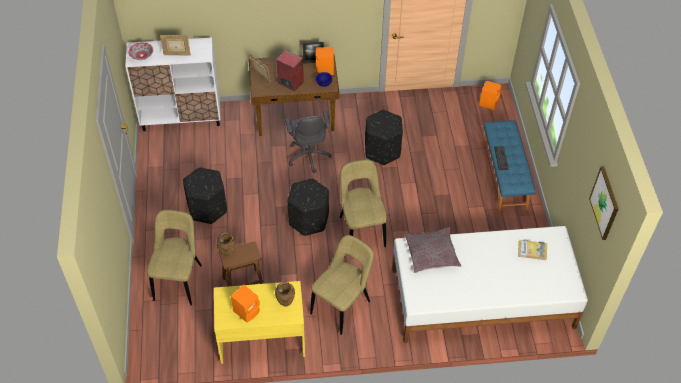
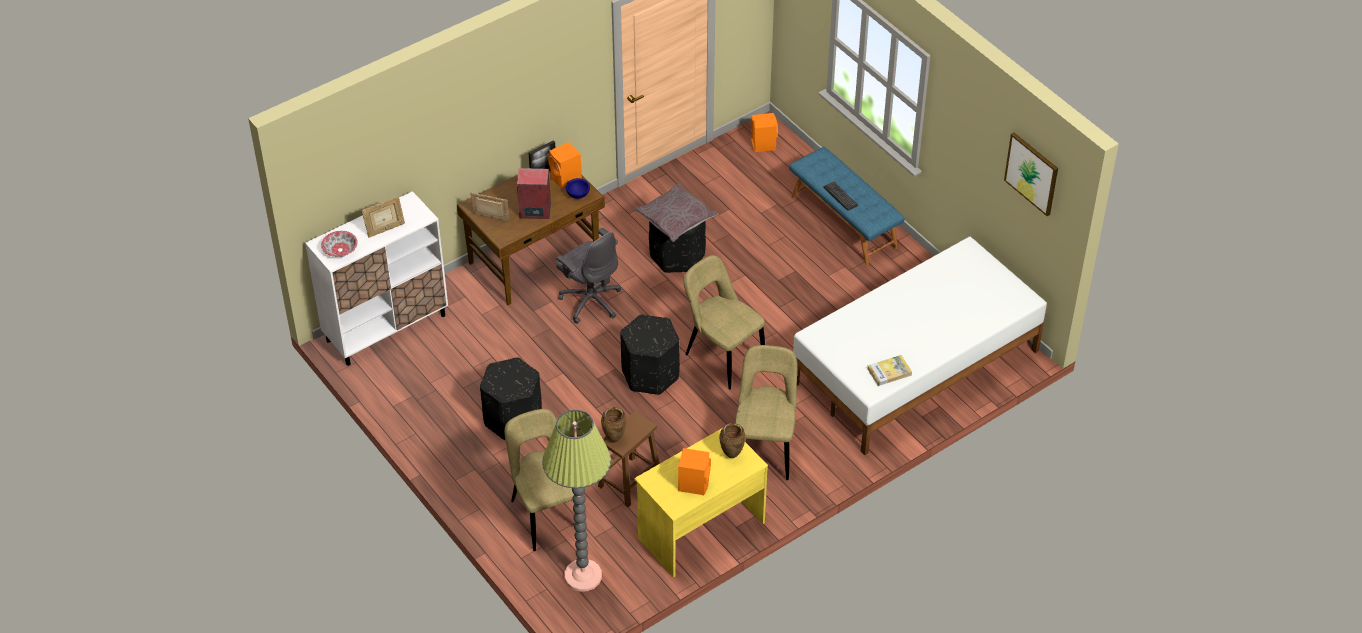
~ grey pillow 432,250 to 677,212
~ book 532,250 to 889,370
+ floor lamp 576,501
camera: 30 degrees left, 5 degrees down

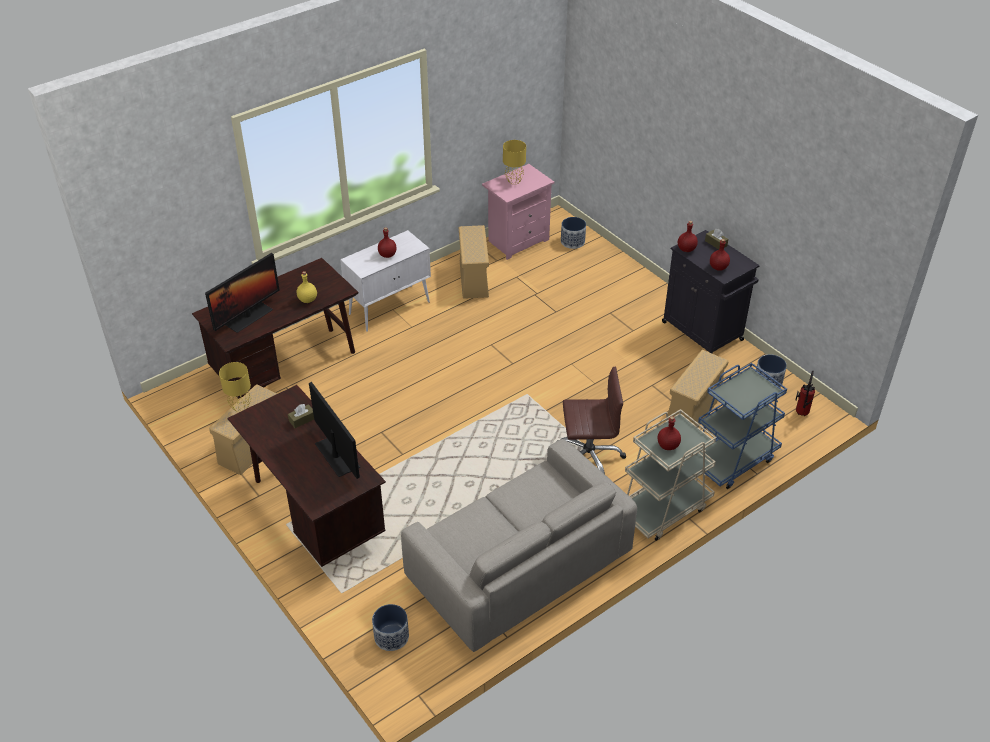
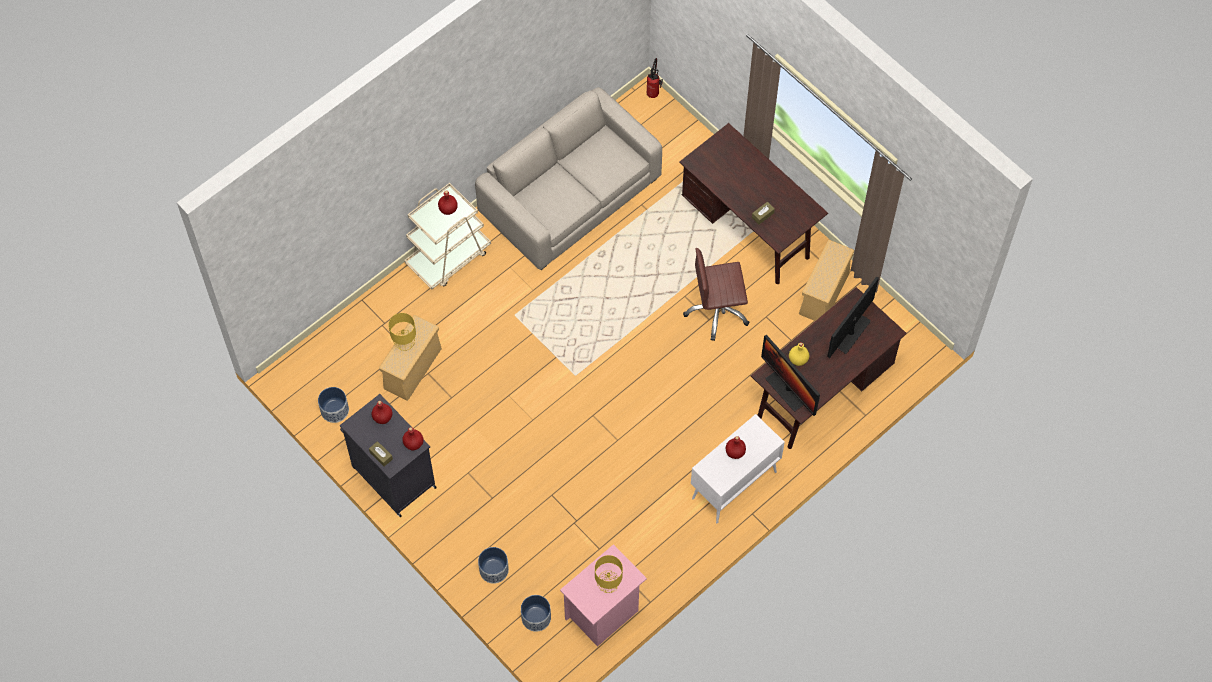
~ yellow table lamp 235,387 to 402,332
~ monitor 334,430 to 790,375
~ planter 390,627 to 493,565
- beige storage box 474,262
~ brown office chair 591,420 to 716,294
- blue cart 742,426
~ fire extinguisher 805,393 to 655,78
camera: 175 degrees right, 20 degrees up

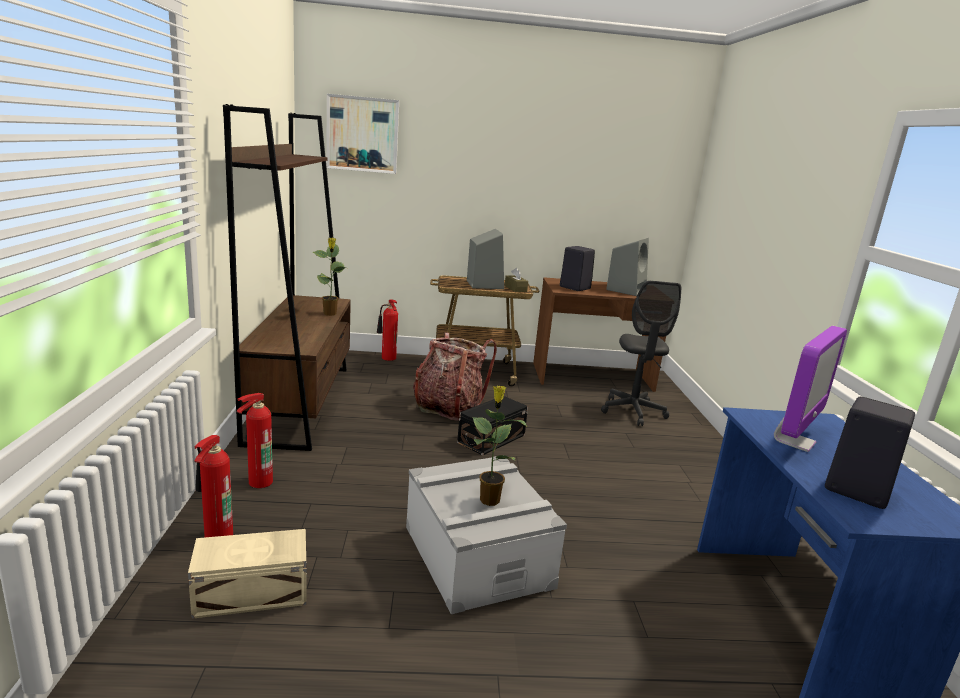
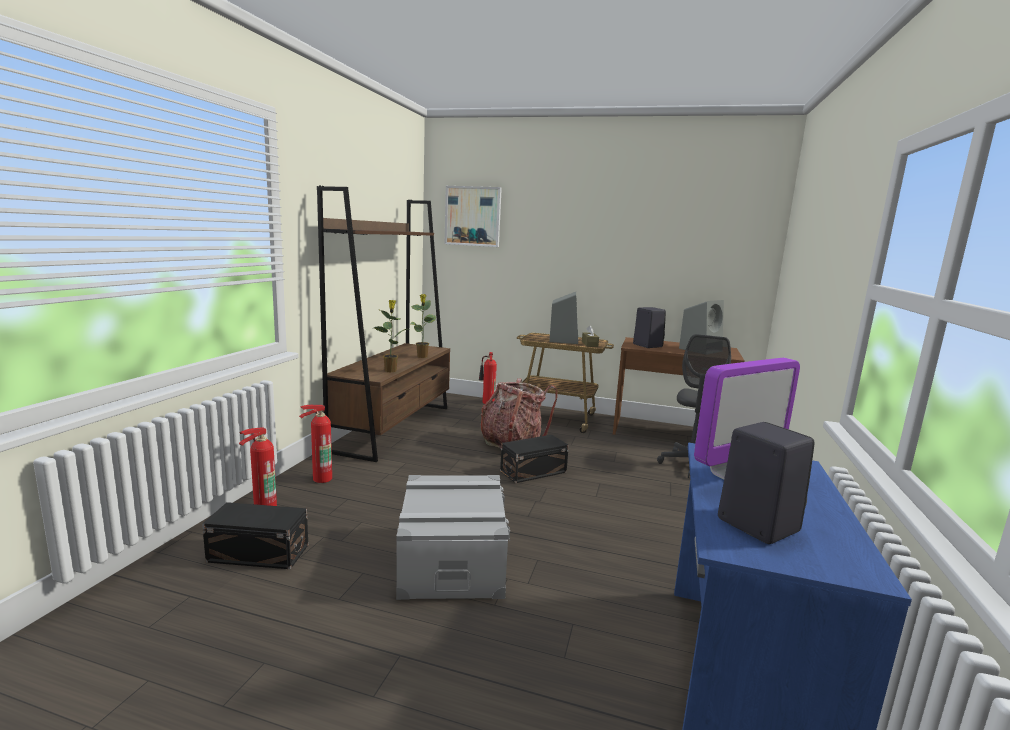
~ beige storage box 247,574 to black storage box 255,535
~ potted plant 499,445 to 392,336
camera: 20 degrees right, 5 degrees down

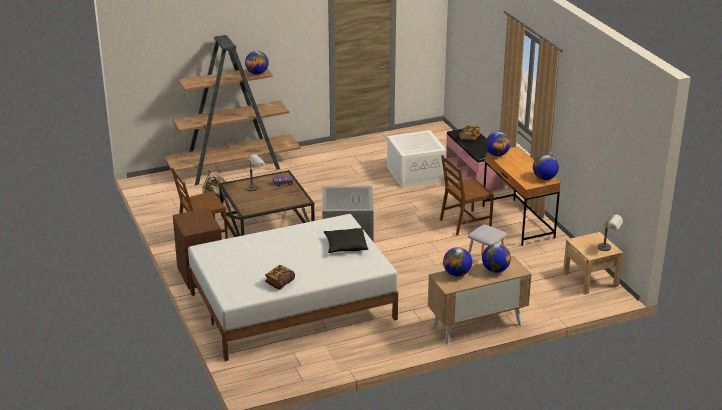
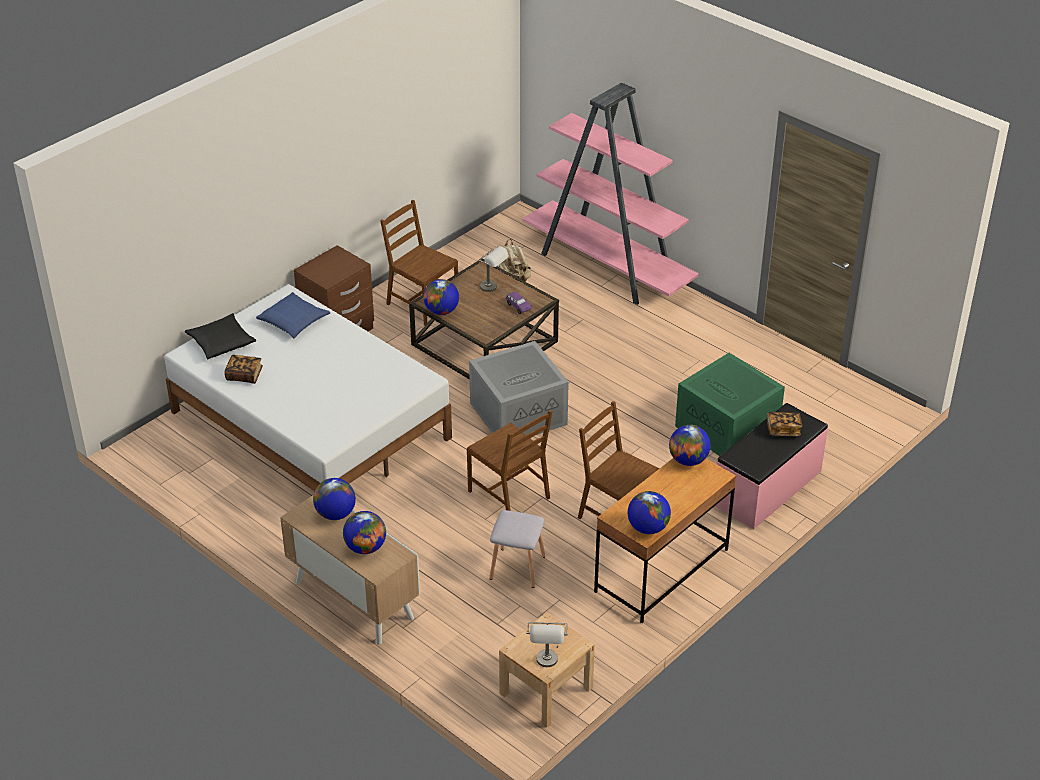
~ brown bookcase 232,110 to pink bookcase 610,193
~ globe 257,63 to 441,297
~ black pillow 346,240 to 220,336
~ white storage box 416,158 to green storage box 730,404
+ blue pillow 293,315
+ brown chair 510,460
camera: 65 degrees right, 10 degrees up

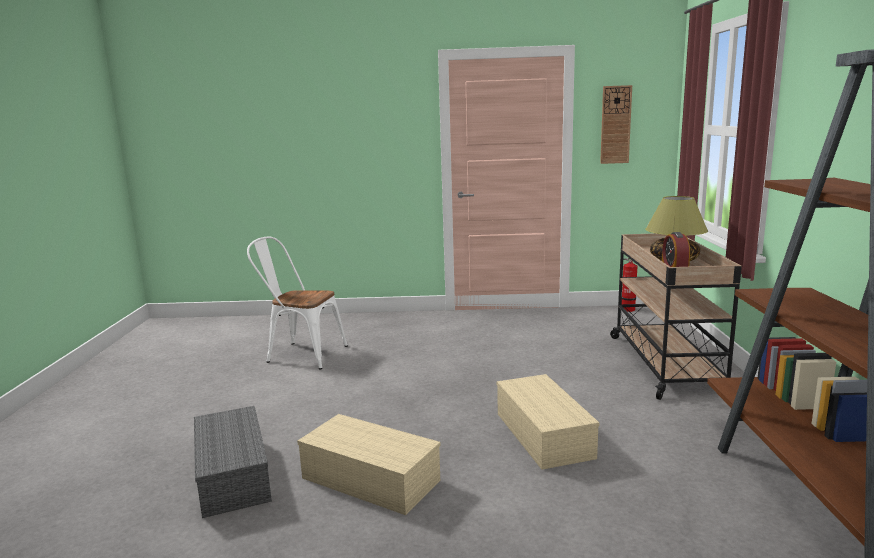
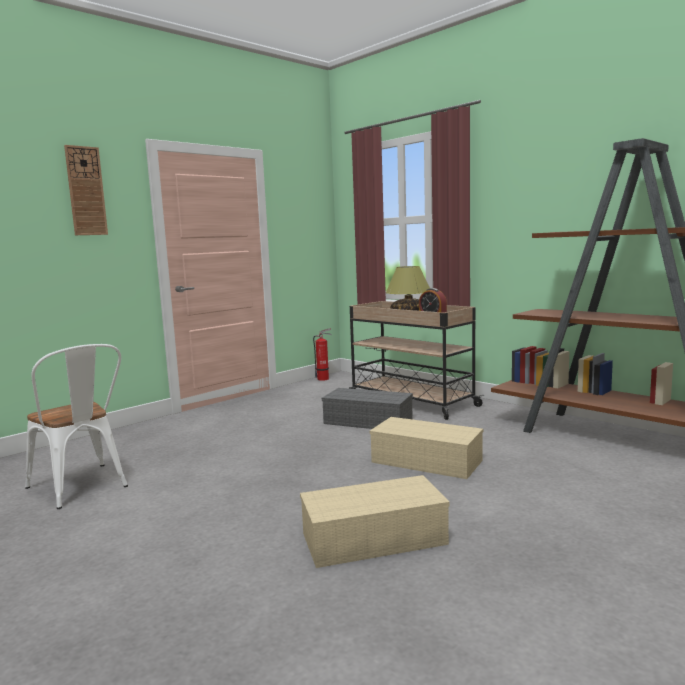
~ grey storage box 233,462 to 367,408
~ white chair 297,303 = 76,426 105 degrees counterclockwise
~ wall clock 616,124 to 86,190
camera: 45 degrees left, 5 degrees down

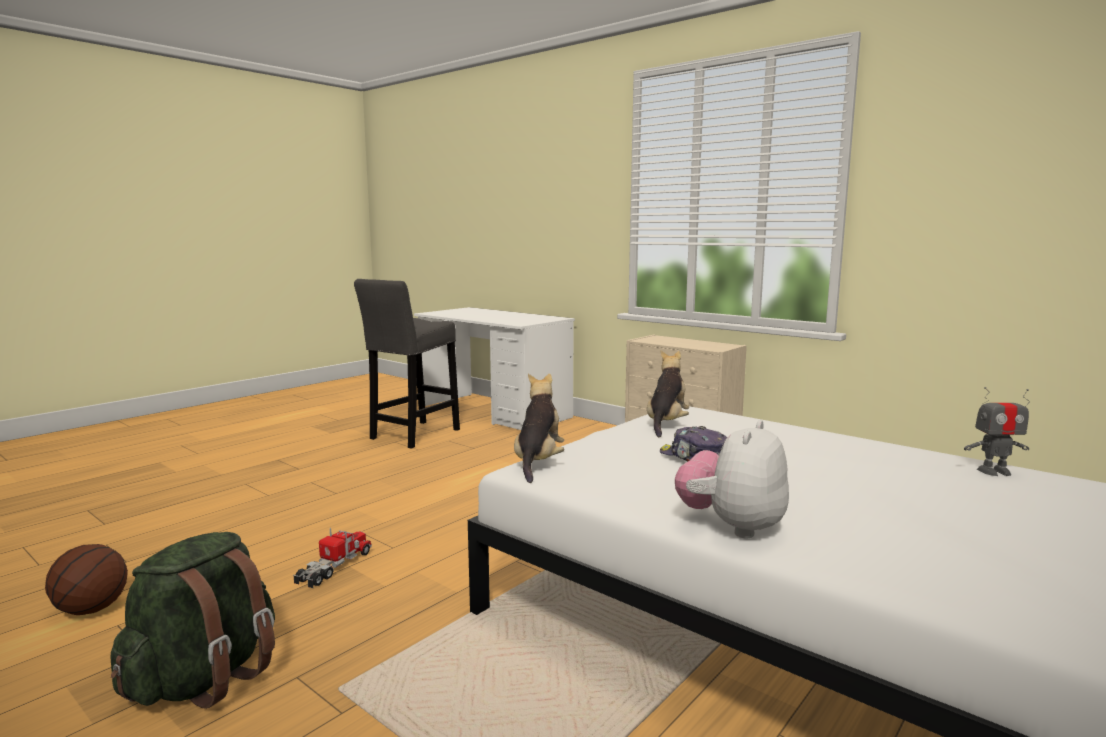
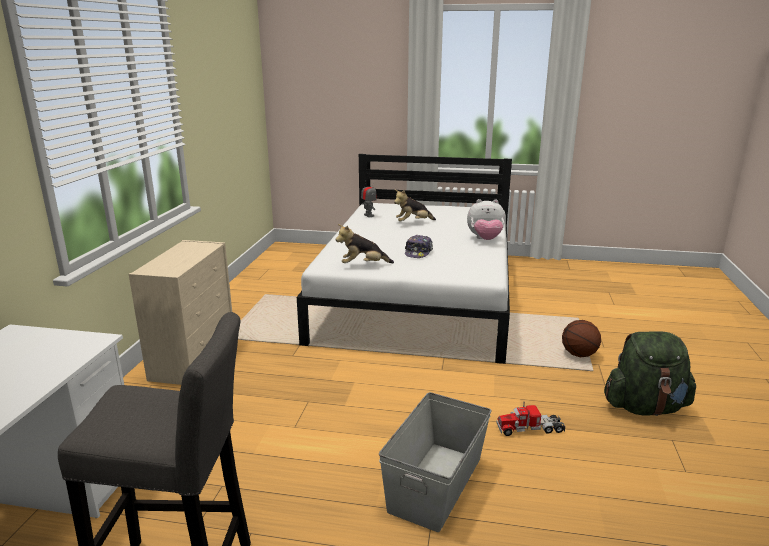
~ basketball 86,579 to 581,338
~ plush toy 539,428 to 415,205
+ grey storage box 435,462
camera: 120 degrees left, 10 degrees up

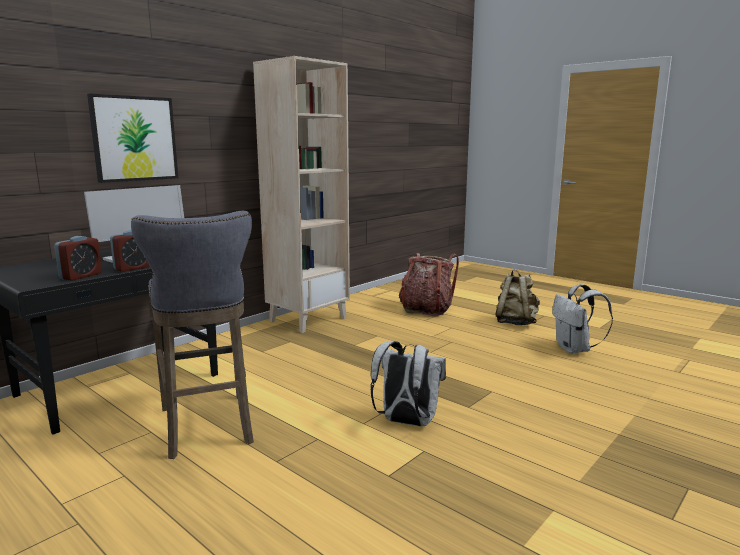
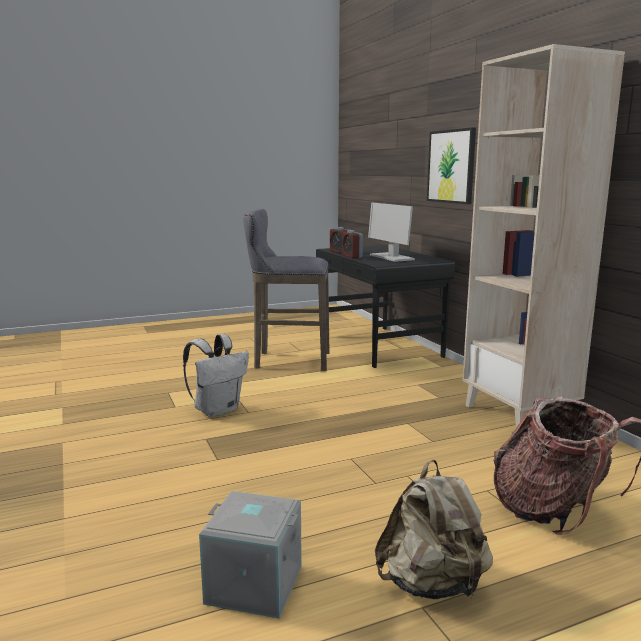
~ white backpack 582,318 to grey storage box 250,555
camera: 115 degrees right, 0 degrees up

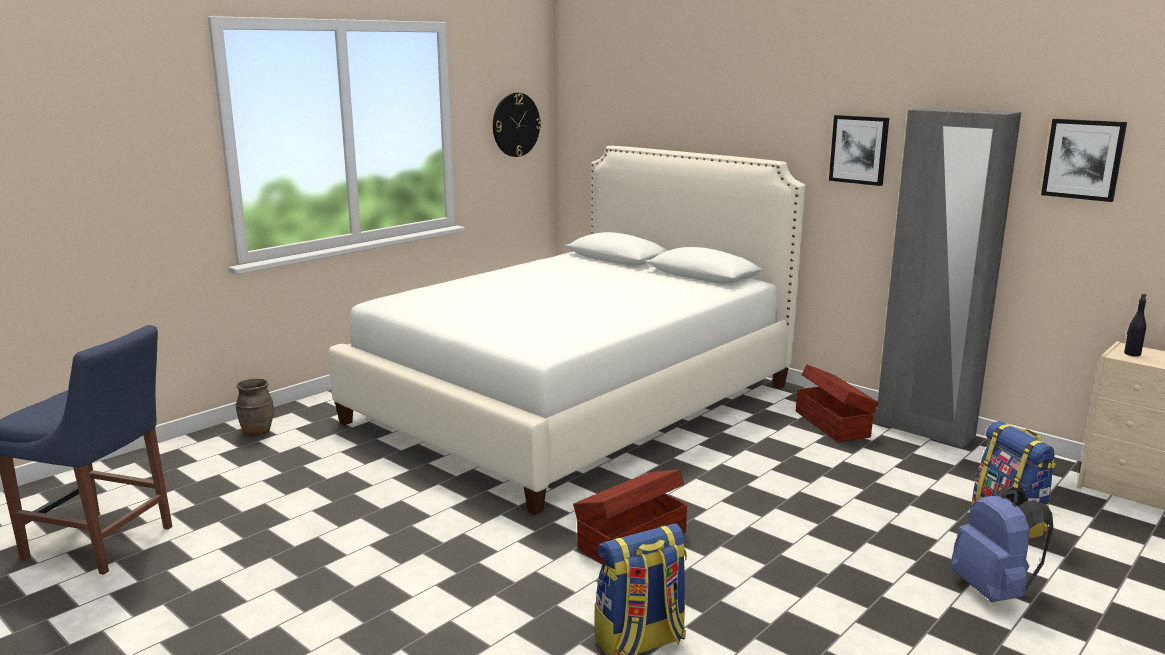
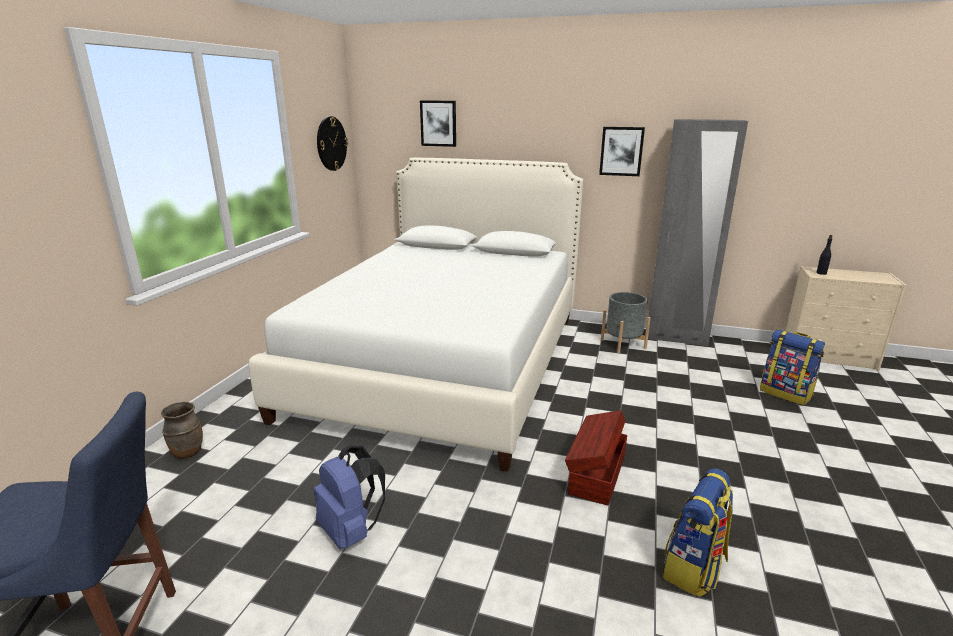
~ brown storage box 837,403 to grey planter 626,322
~ blue backpack 1002,544 to 349,497
~ picture 1084,160 to 438,124
camera: 25 degrees left, 5 degrees up

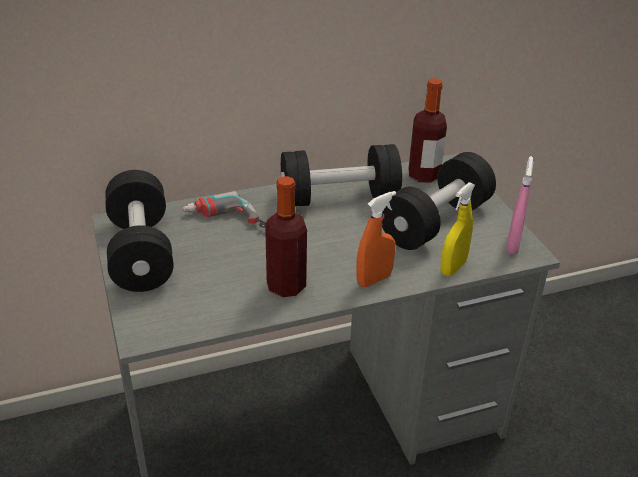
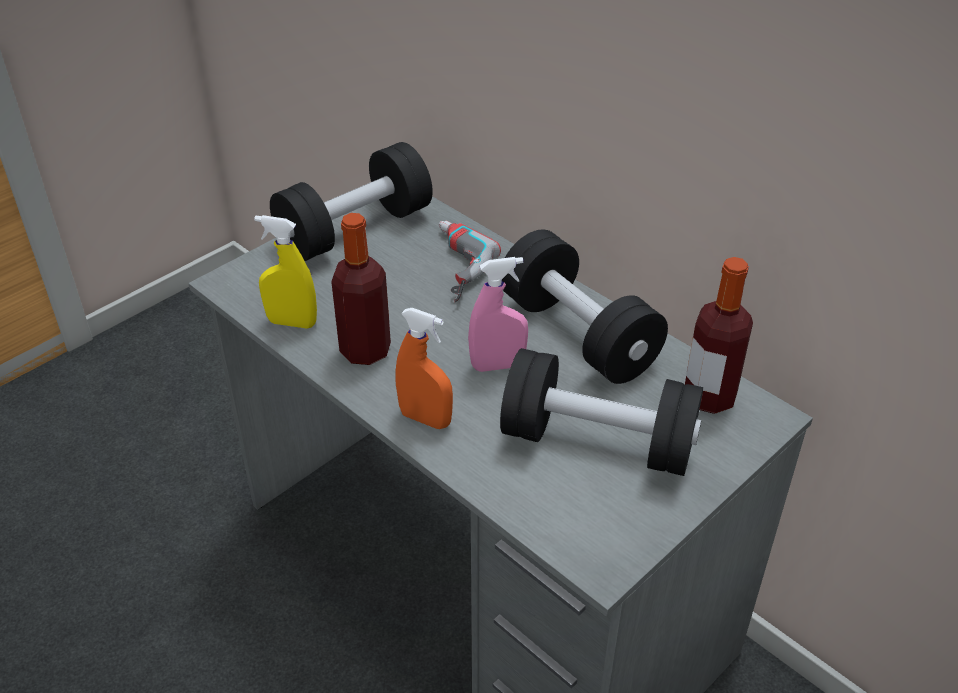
~ yellow spray bottle 457,229 to 285,272
~ pink spray bottle 519,205 to 498,314
camera: 65 degrees right, 5 degrees up

